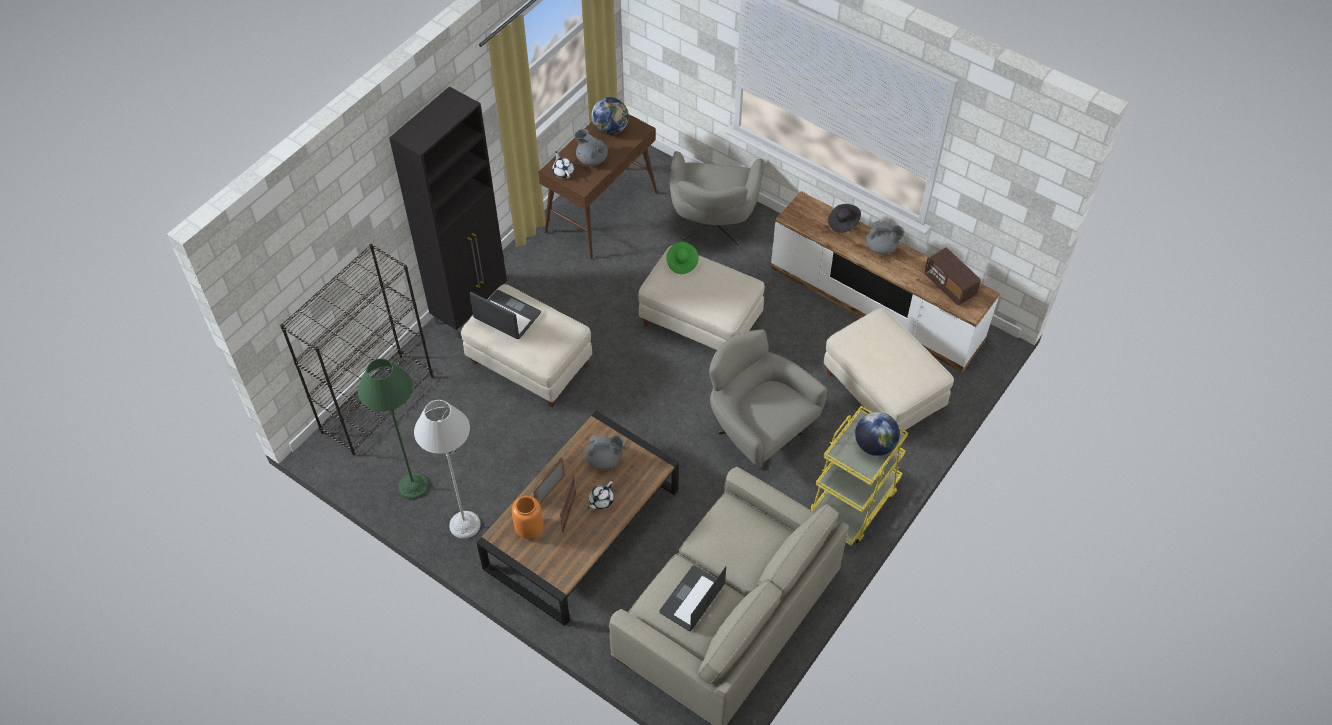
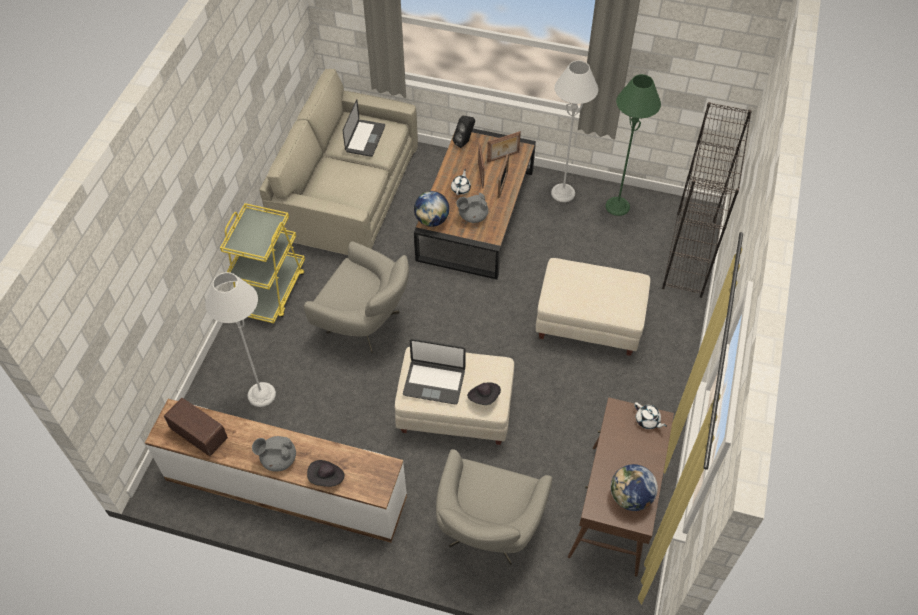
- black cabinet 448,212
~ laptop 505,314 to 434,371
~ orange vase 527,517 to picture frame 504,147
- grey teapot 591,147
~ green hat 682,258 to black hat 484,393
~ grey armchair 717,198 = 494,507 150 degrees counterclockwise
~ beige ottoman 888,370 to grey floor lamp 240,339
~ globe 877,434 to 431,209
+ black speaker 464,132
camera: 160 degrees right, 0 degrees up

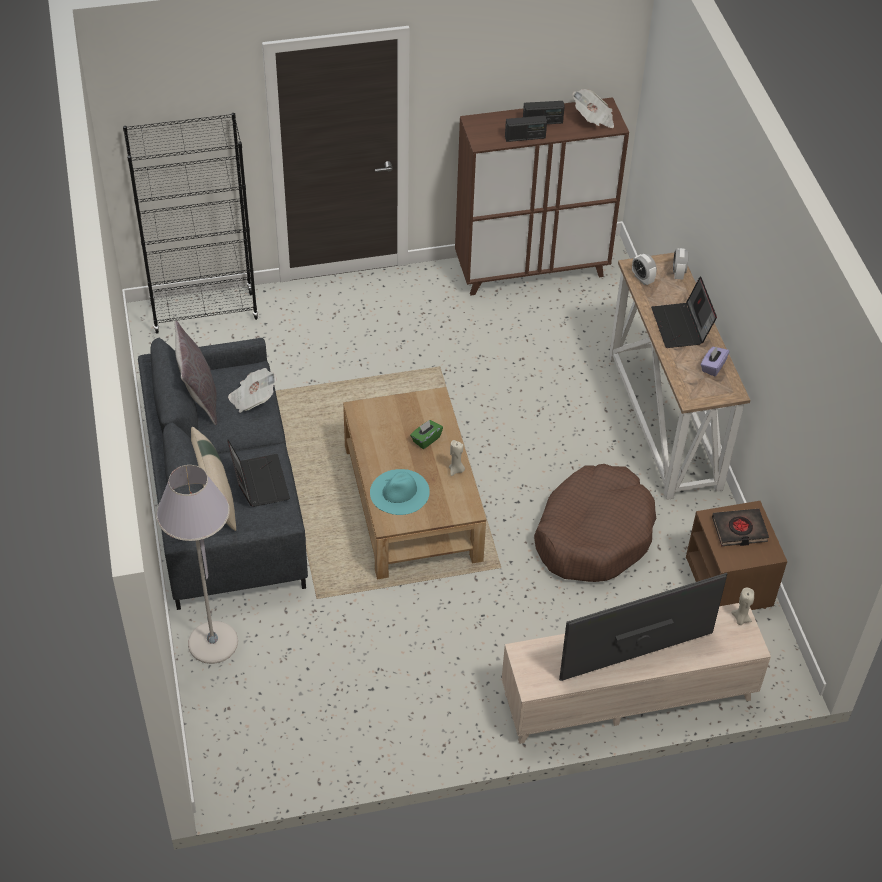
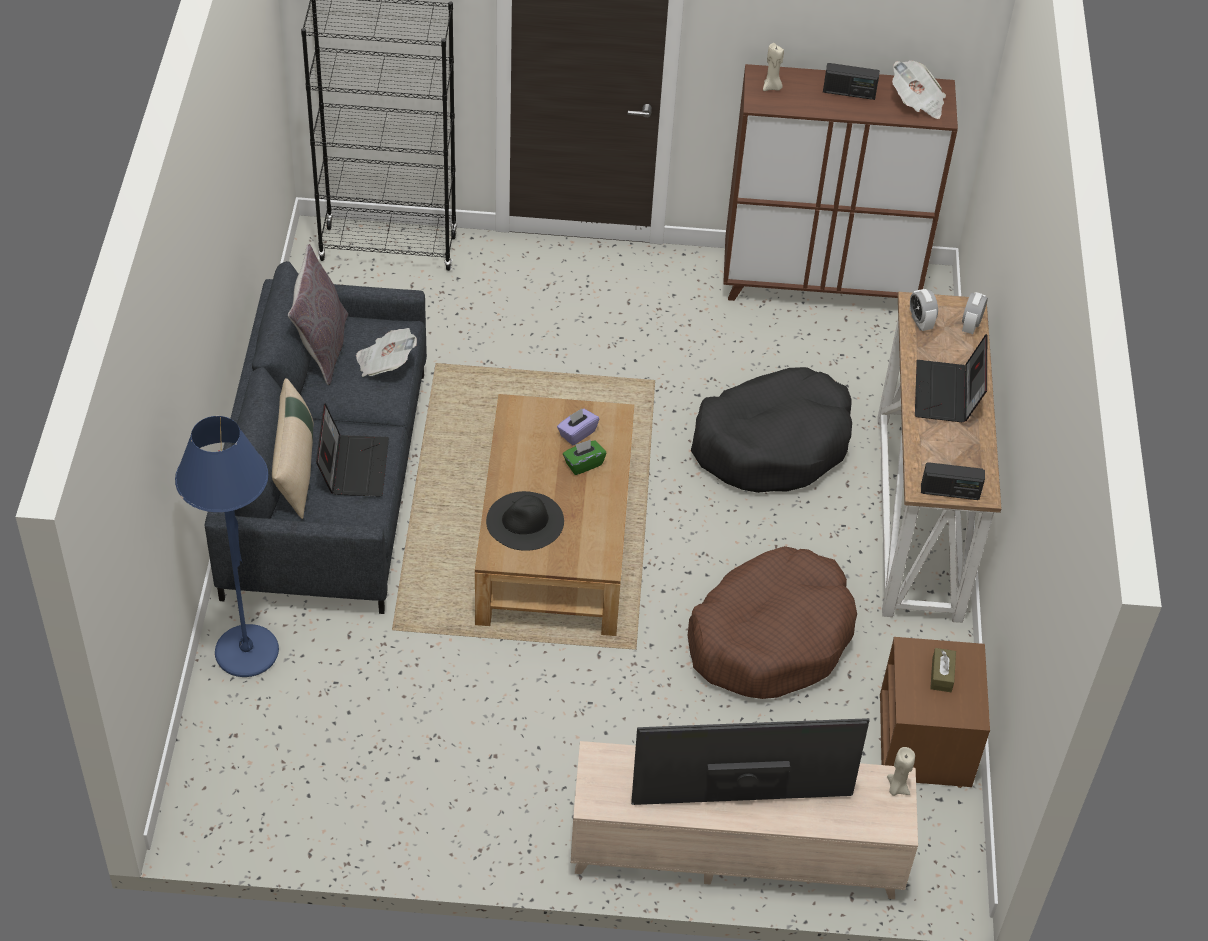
~ grey floor lamp 197,564 to blue floor lamp 227,546
~ turquoise hat 400,492 to black hat 525,521
~ beige candle 457,458 to 773,67
~ radio 526,129 to 953,481
~ purple tissue box 715,361 to 578,426
~ black book 740,527 to brown tissue box 943,670
+ black dog bed 771,430
camera: 15 degrees right, 0 degrees up

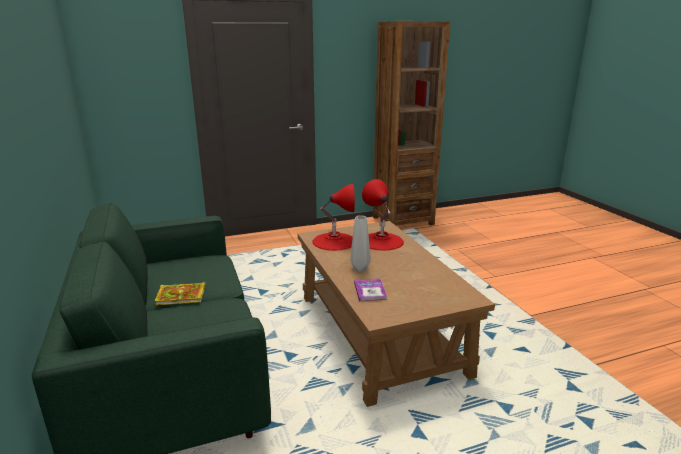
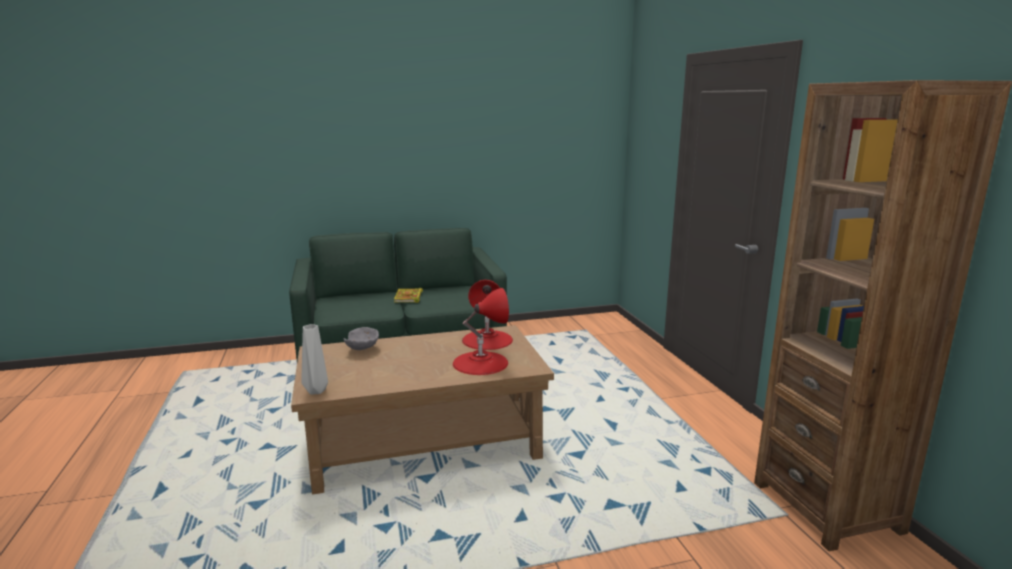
~ grey vase 360,244 to 314,359
~ book 370,290 to grey bowl 361,338
camera: 95 degrees right, 5 degrees down

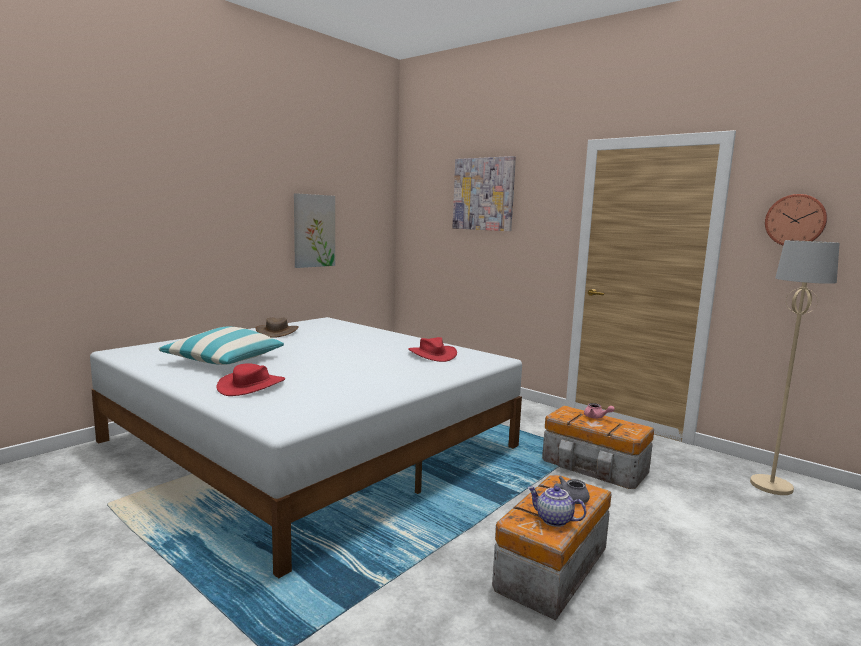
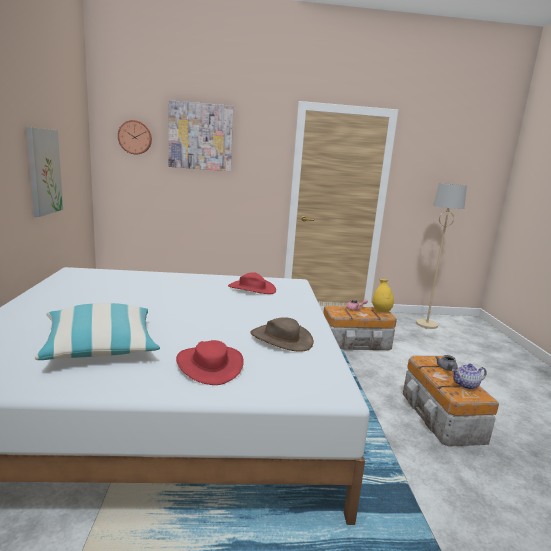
~ brown hat 277,327 to 282,334
~ wall clock 796,219 to 135,137
+ yellow vase 383,295
camera: 45 degrees left, 5 degrees up

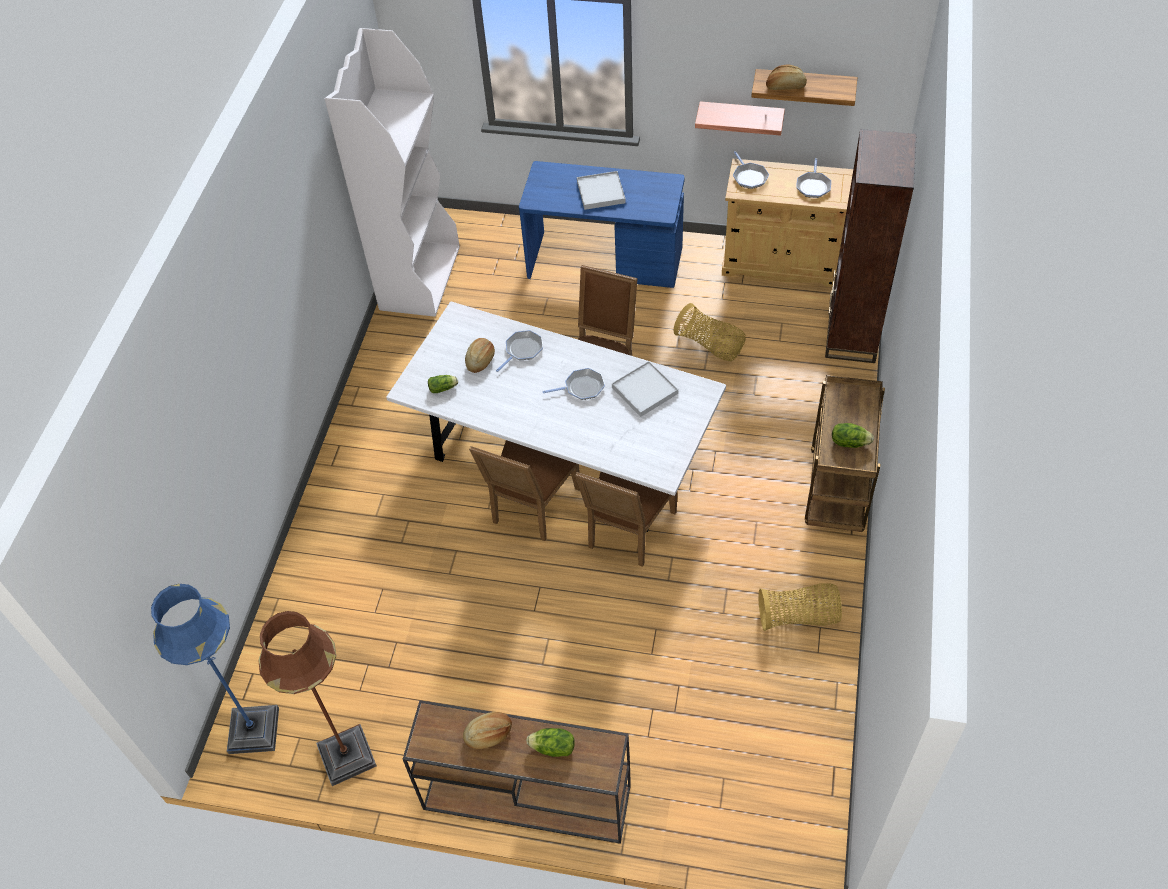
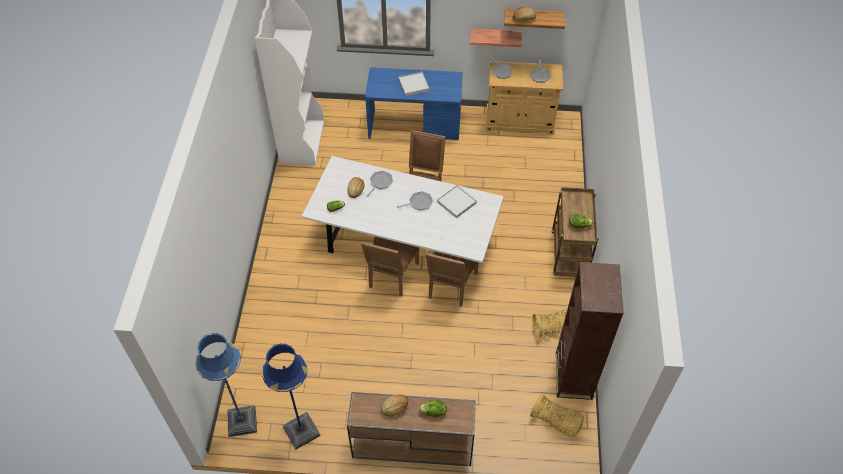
~ brown floor lamp 317,698 to blue floor lamp 291,397
~ basket 710,332 to 557,415
~ brown bookcase 871,246 to 590,331
camera: 10 degrees left, 0 degrees up

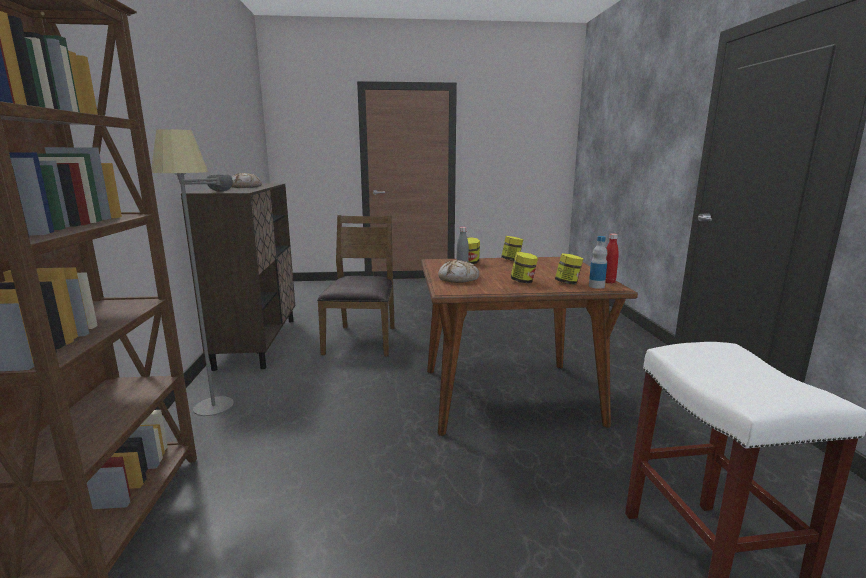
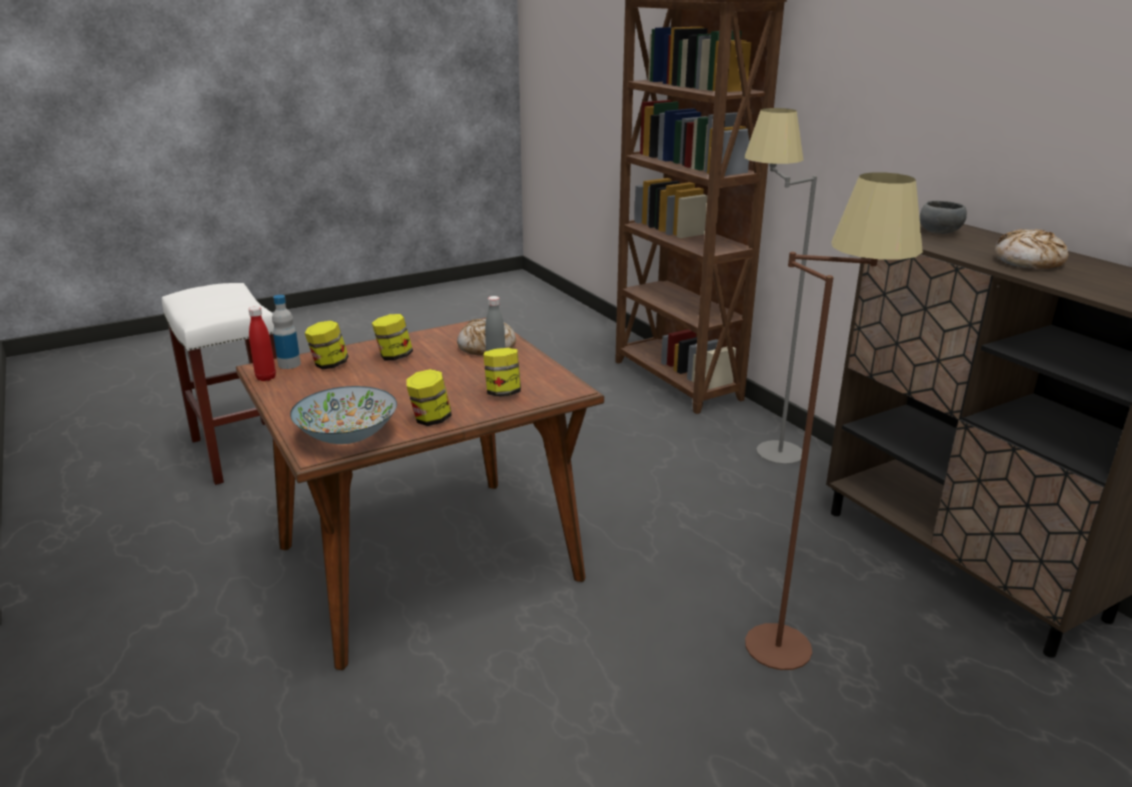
~ brown chair 356,286 to brown floor lamp 834,421
+ bowl 343,415
camera: 155 degrees right, 10 degrees up

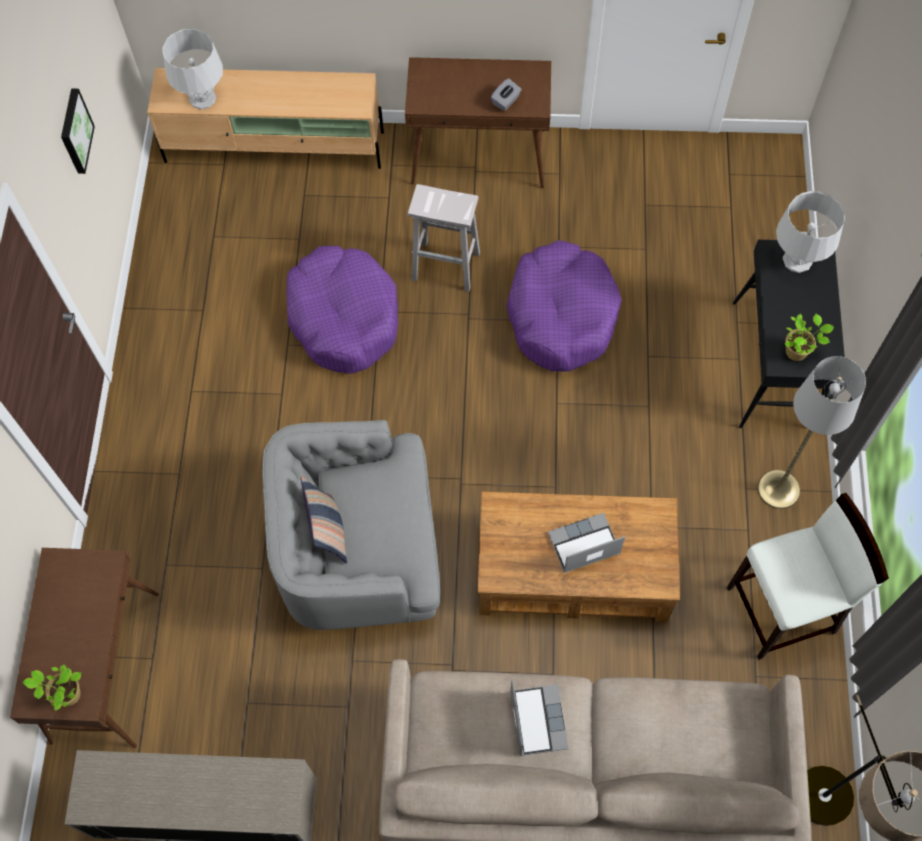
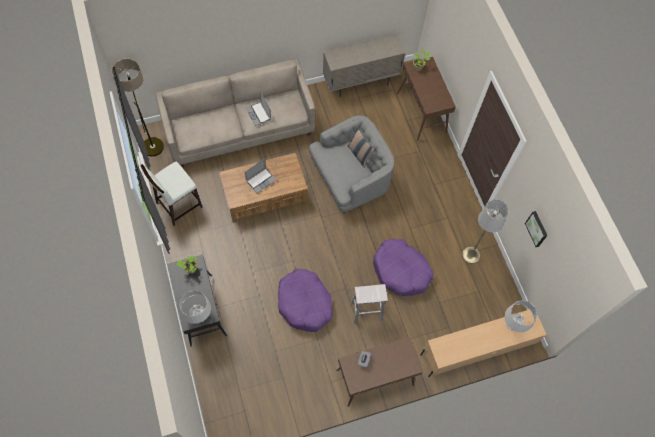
~ grey floor lamp 812,432 to 485,232
camera: 155 degrees right, 0 degrees up

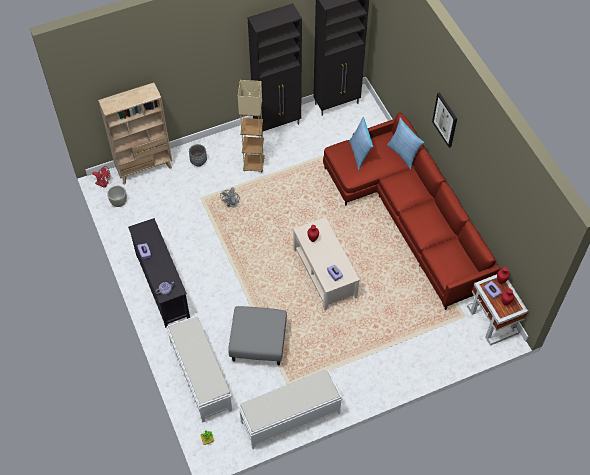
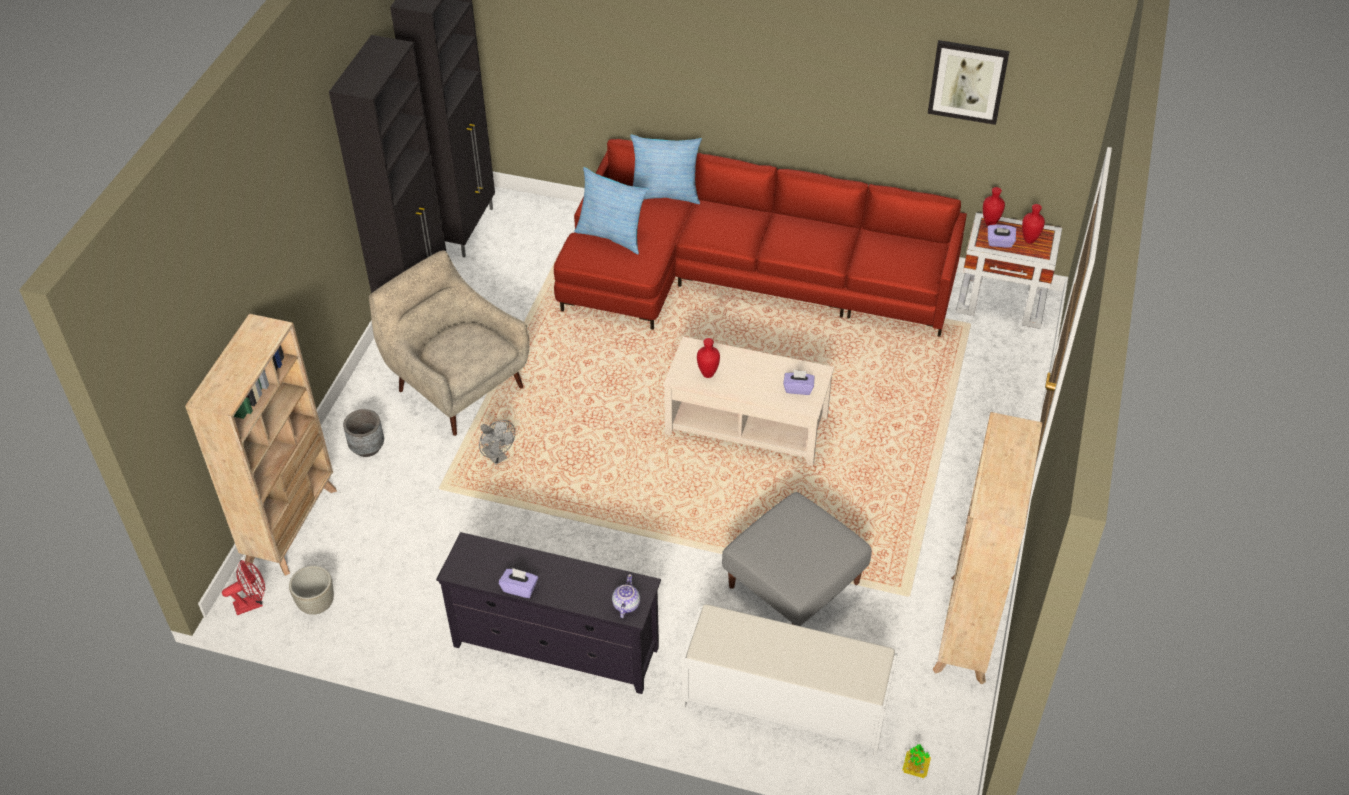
~ beige floor lamp 251,126 to beige armchair 449,343
~ white bench 290,409 to beige bookcase 988,548
~ picture 444,120 to 969,82
camera: 50 degrees left, 10 degrees down

